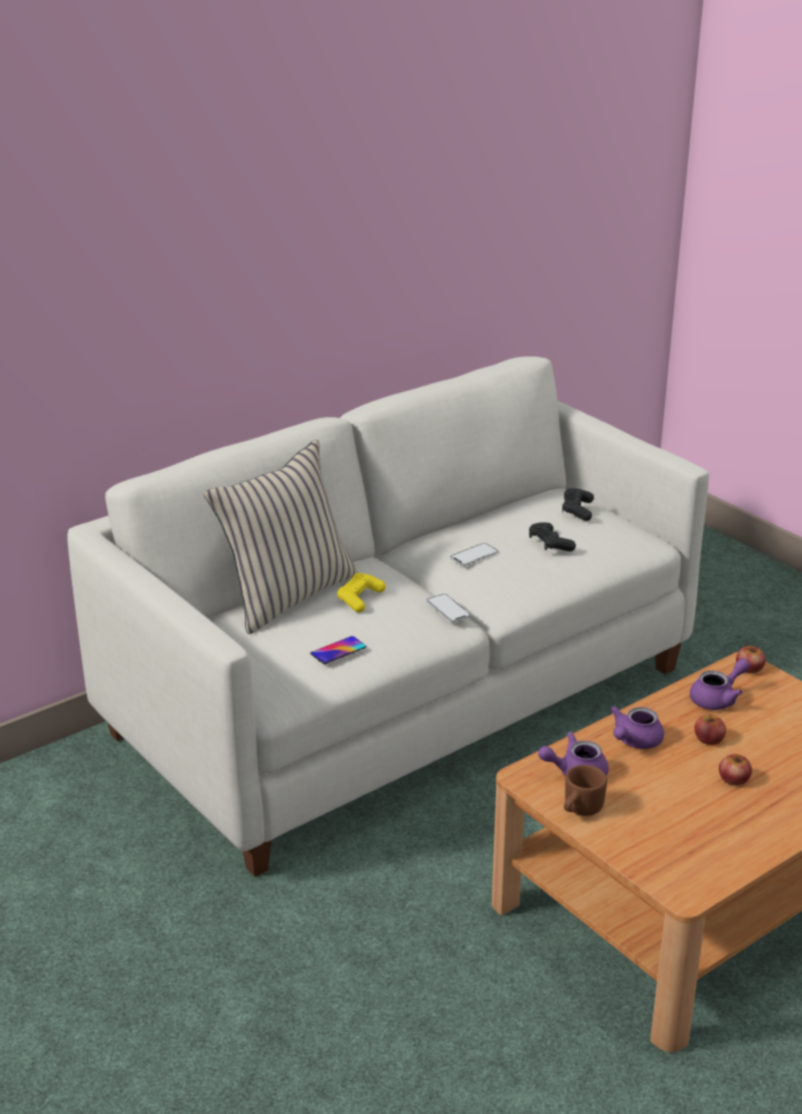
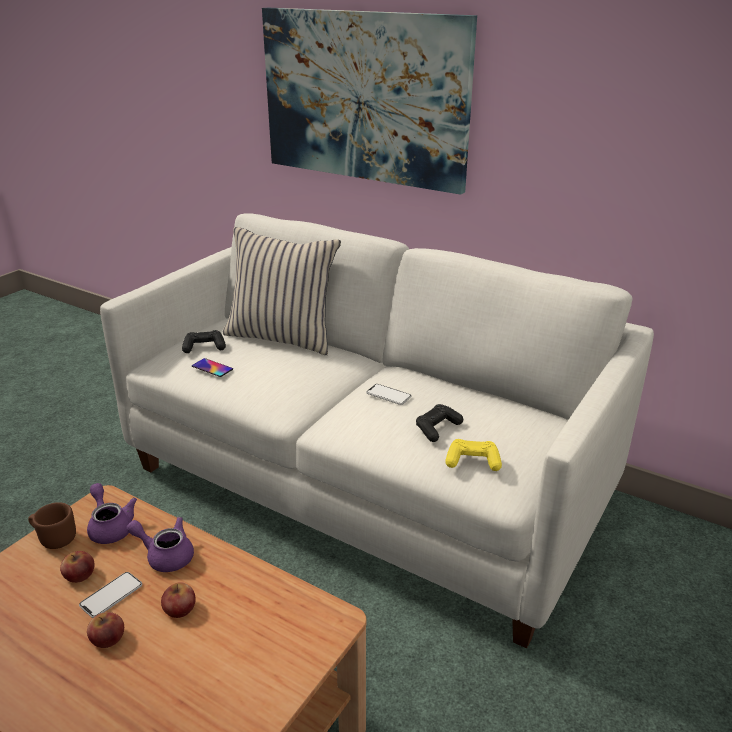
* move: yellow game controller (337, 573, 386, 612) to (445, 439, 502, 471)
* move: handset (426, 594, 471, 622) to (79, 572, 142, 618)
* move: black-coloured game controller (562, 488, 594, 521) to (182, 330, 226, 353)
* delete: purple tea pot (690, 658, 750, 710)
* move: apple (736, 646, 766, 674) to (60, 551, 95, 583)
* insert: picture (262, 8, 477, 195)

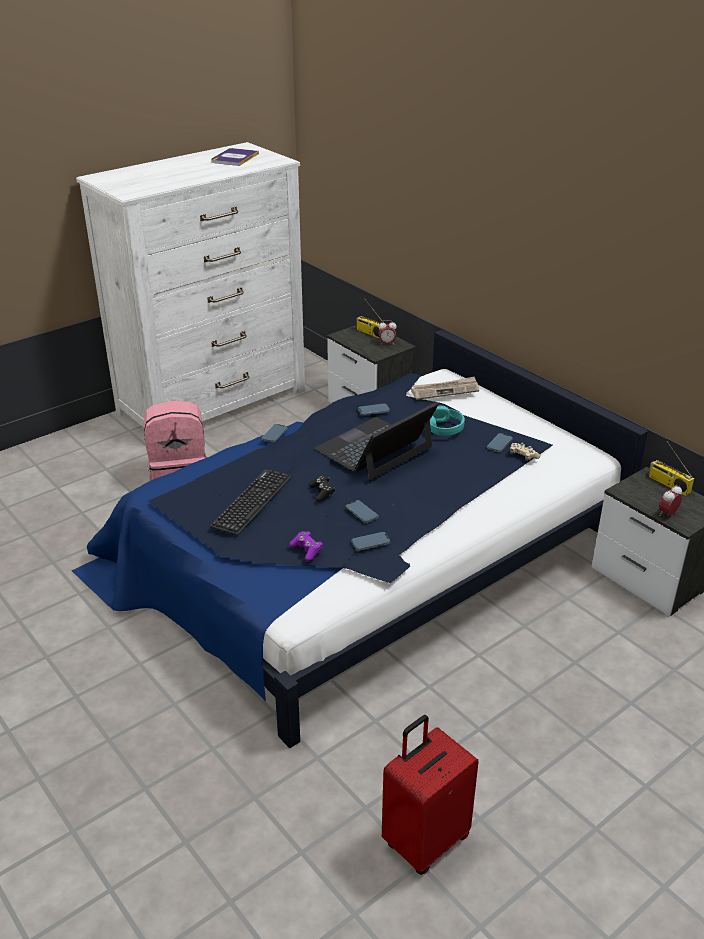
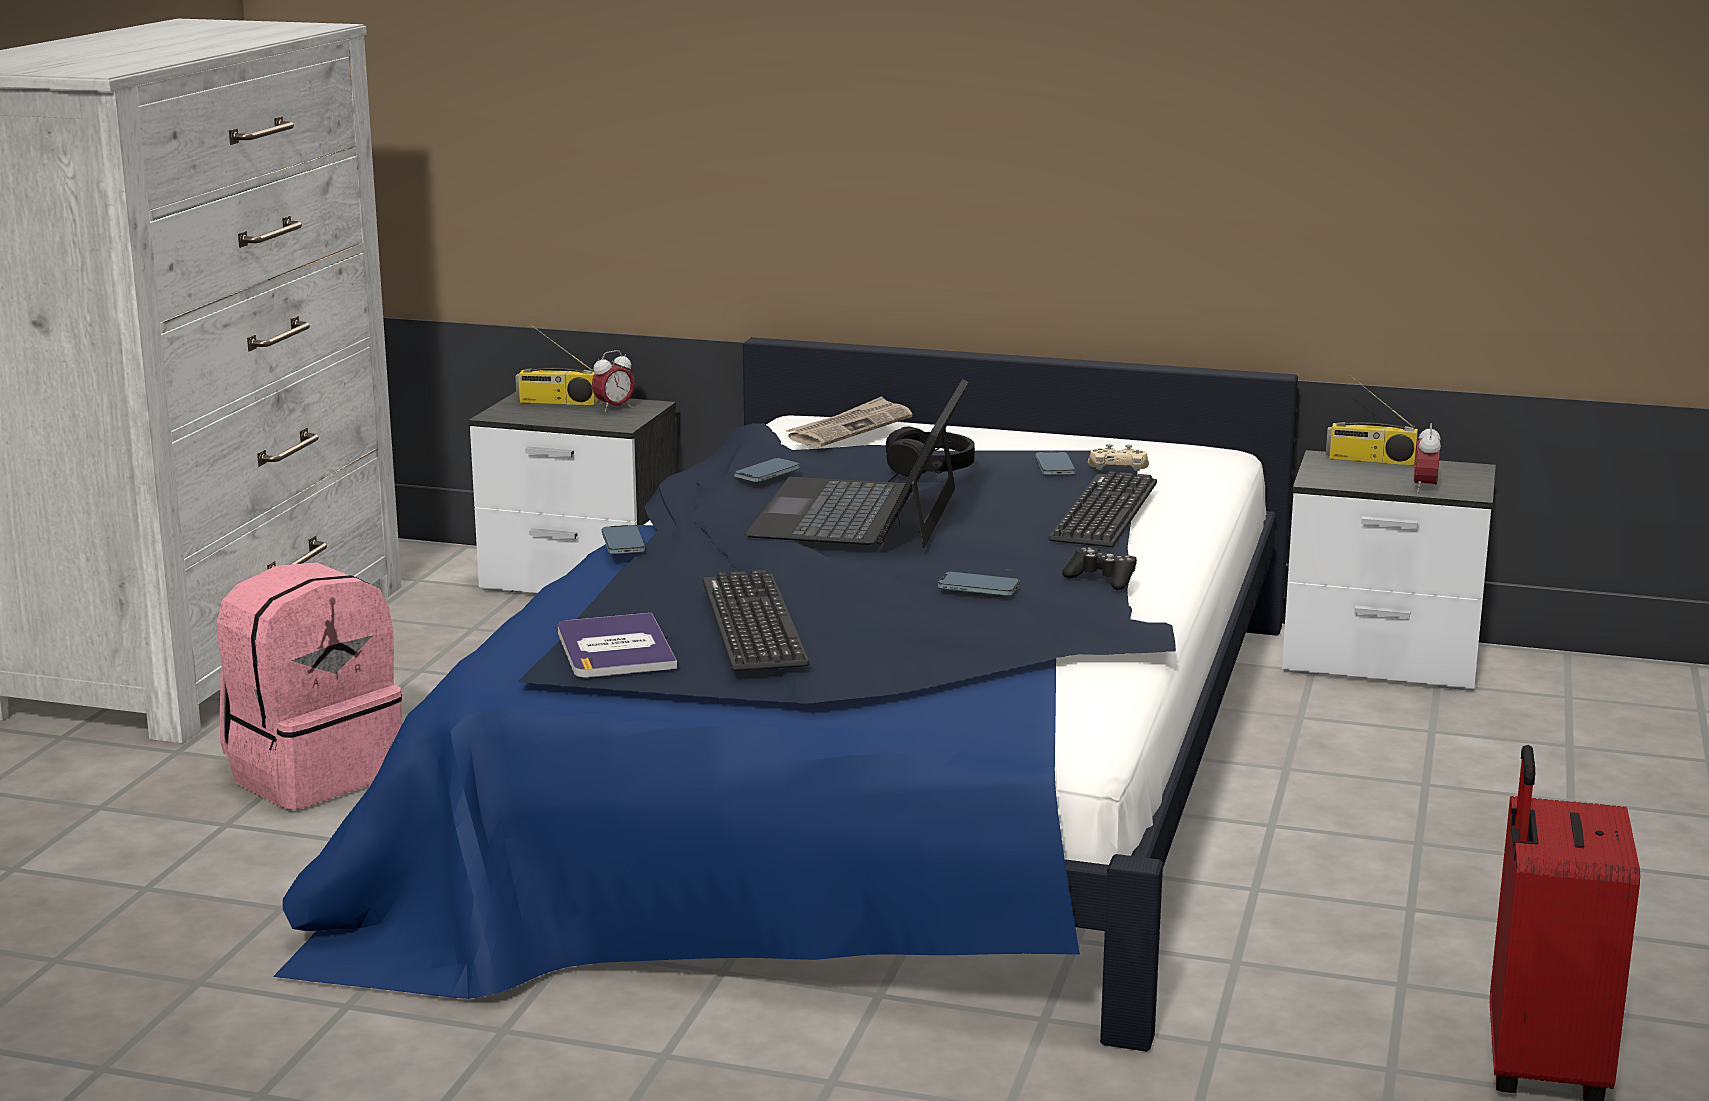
* move: book (211, 148, 259, 166) to (558, 612, 677, 678)
* delete: purple game controller (289, 531, 323, 561)
* move: black-coloured game controller (309, 475, 335, 502) to (1062, 547, 1137, 590)
* delete: handset (351, 532, 391, 551)
* recolor: turquoise-coloured headphones (430, 406, 465, 436) to black-coloured headphones (886, 427, 975, 477)
* insert: computer keyboard (1049, 471, 1157, 547)

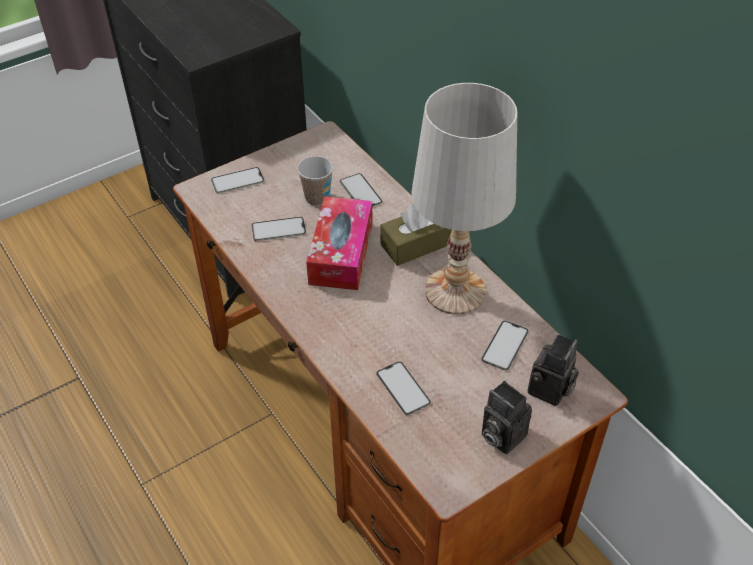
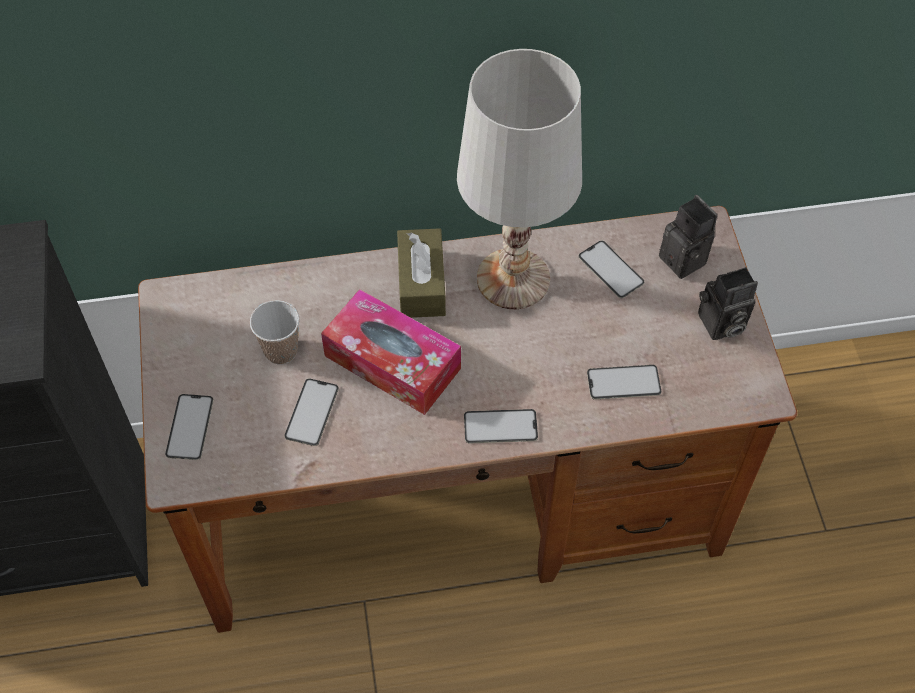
* move: handset (340, 173, 383, 207) to (464, 409, 538, 444)

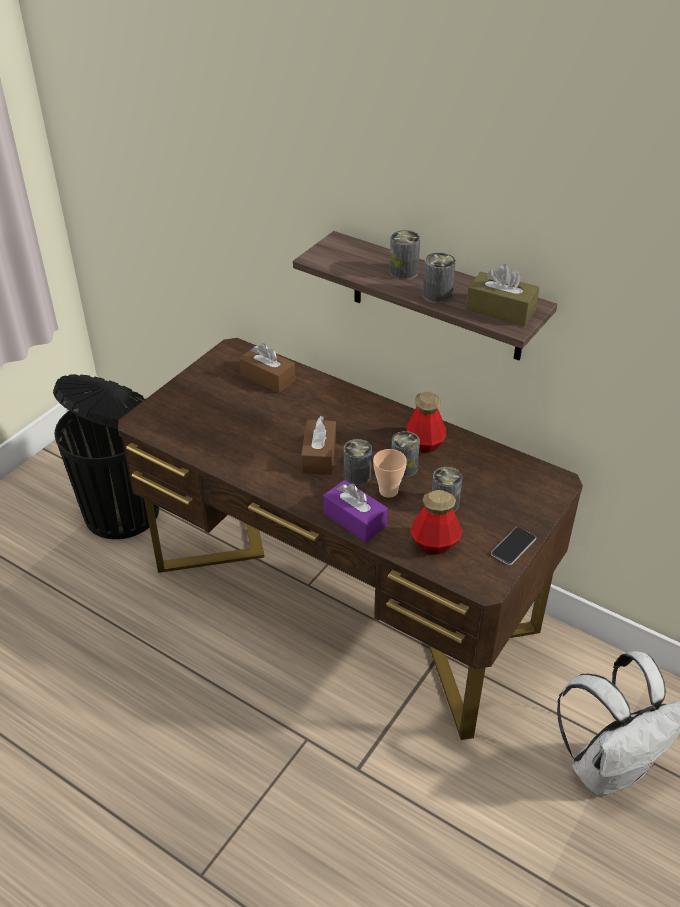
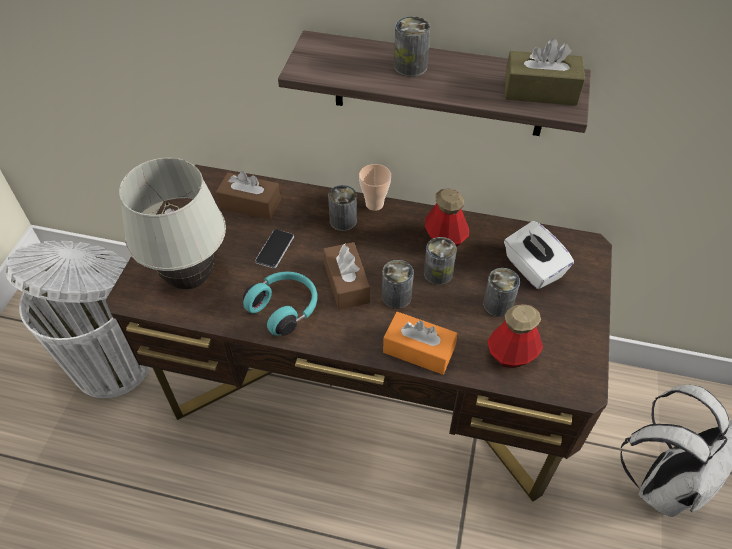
* recolor: black-coloured trash can (53, 374, 159, 539) to white-coloured trash can (6, 241, 150, 399)
* recolor: purple box of tissues (323, 480, 388, 542) to orange-coloured box of tissues (383, 312, 458, 375)
* move: small cup (373, 449, 407, 498) to (359, 164, 391, 211)
* move: can (423, 252, 456, 304) to (328, 185, 357, 231)
* move: handset (491, 527, 536, 565) to (255, 229, 294, 269)
* insert: white-coloured lamp for a table (119, 158, 226, 289)
* insert: turquoise-coloured headphones (243, 271, 317, 336)
* insert: white-coloured box of tissues (504, 221, 574, 289)

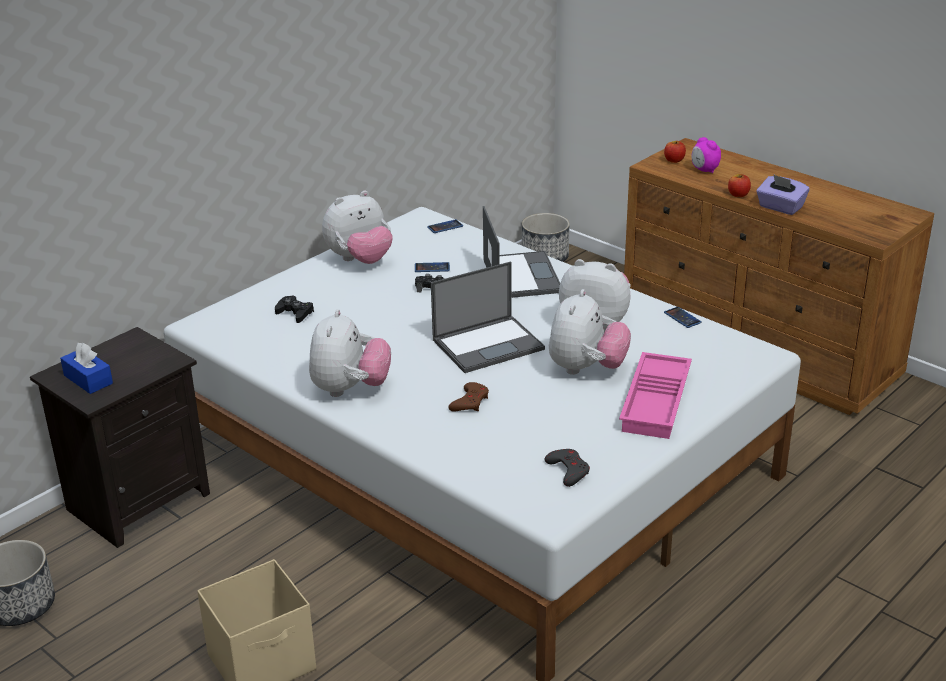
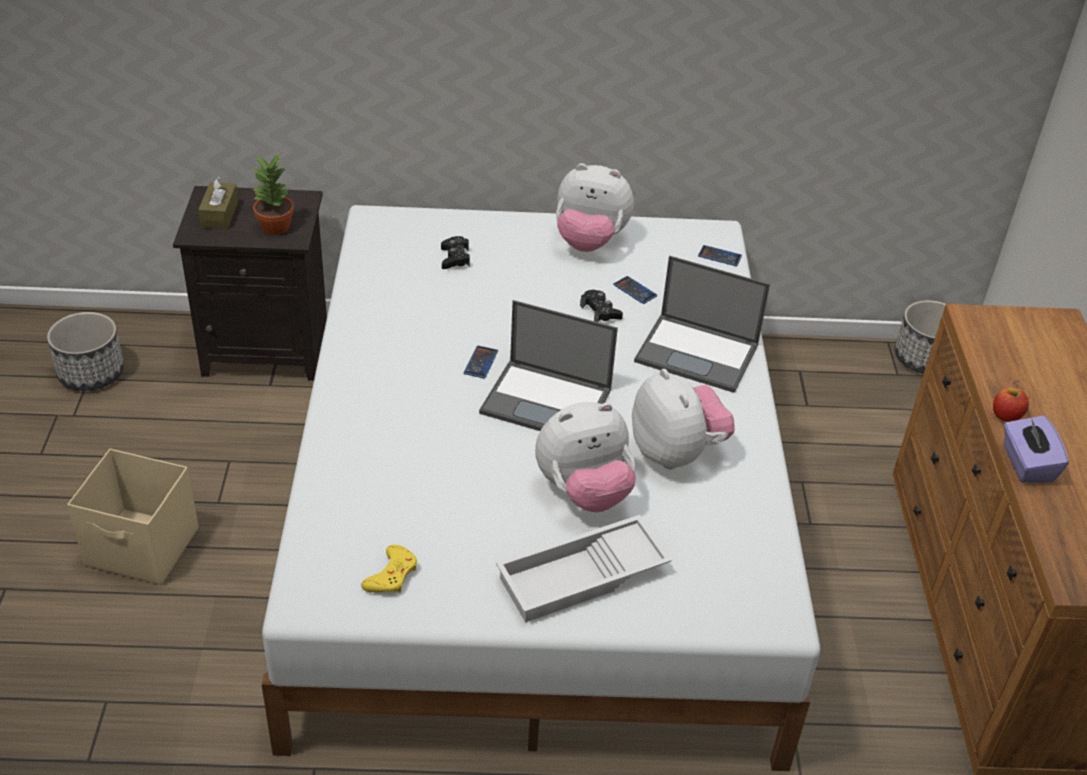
* recolor: blue box of tissues (60, 342, 113, 394) to brownish box of tissues (198, 176, 238, 230)
* delete: soft toy (309, 309, 391, 397)
* delete: brownish game controller (448, 382, 489, 412)
* rotate: laptop (483, 206, 560, 298) = (634, 256, 770, 393) 75 degrees clockwise
* recolor: greyish game controller (544, 449, 590, 487) to yellow game controller (361, 545, 417, 593)
* recolor: pink tray (619, 352, 692, 439) to white-coloured tray (496, 515, 672, 622)
* delete: apple (664, 141, 686, 163)
* move: handset (664, 307, 702, 328) to (464, 346, 498, 378)
* delete: table clock (692, 137, 721, 173)
* insert: houseplant (251, 154, 294, 235)

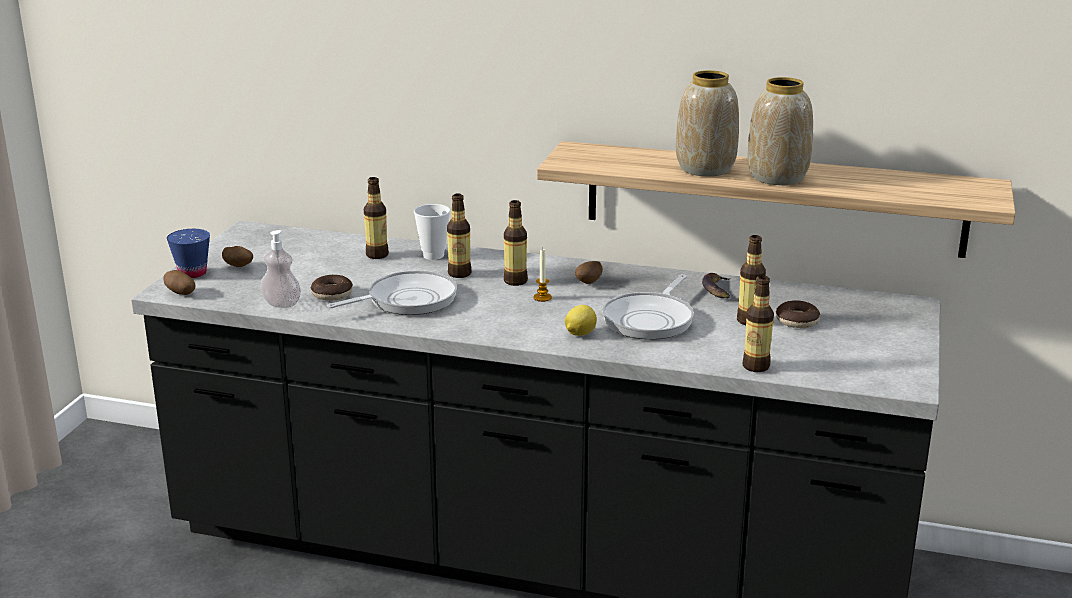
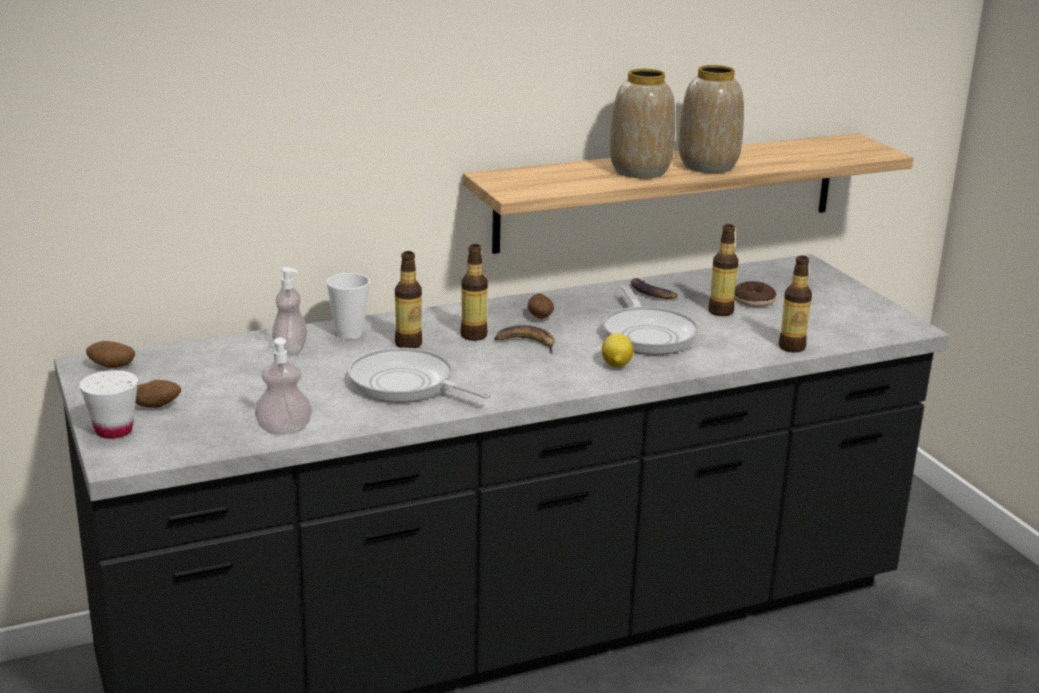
* move: whole potato (163, 270, 196, 295) to (86, 341, 135, 368)
* recolor: blue small cup (167, 229, 210, 278) to white-coloured small cup (79, 370, 138, 439)
* delete: doughnut (311, 275, 353, 300)
* rotate: frying pan (327, 270, 457, 315) = (348, 348, 491, 403) 75 degrees counterclockwise
* replace: bottle (364, 177, 389, 259) to soap bottle (272, 267, 307, 356)
* replace: candle (534, 248, 552, 302) to whole banana (494, 325, 555, 353)

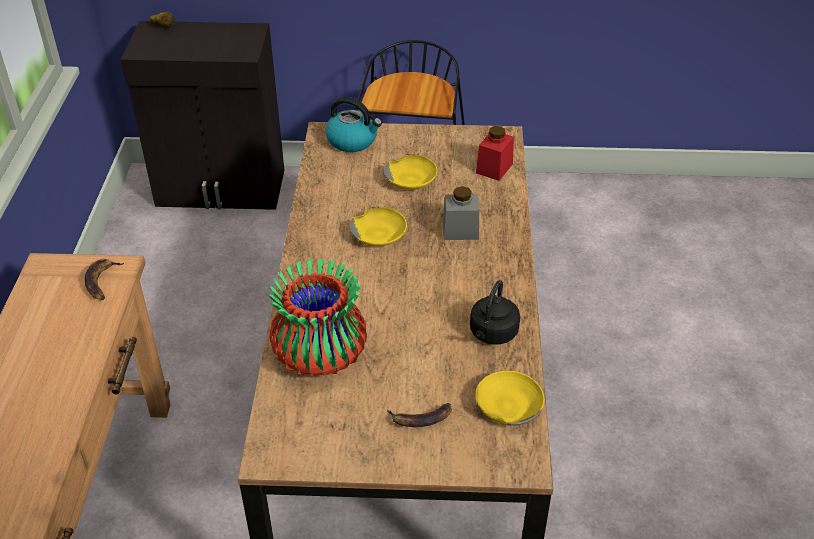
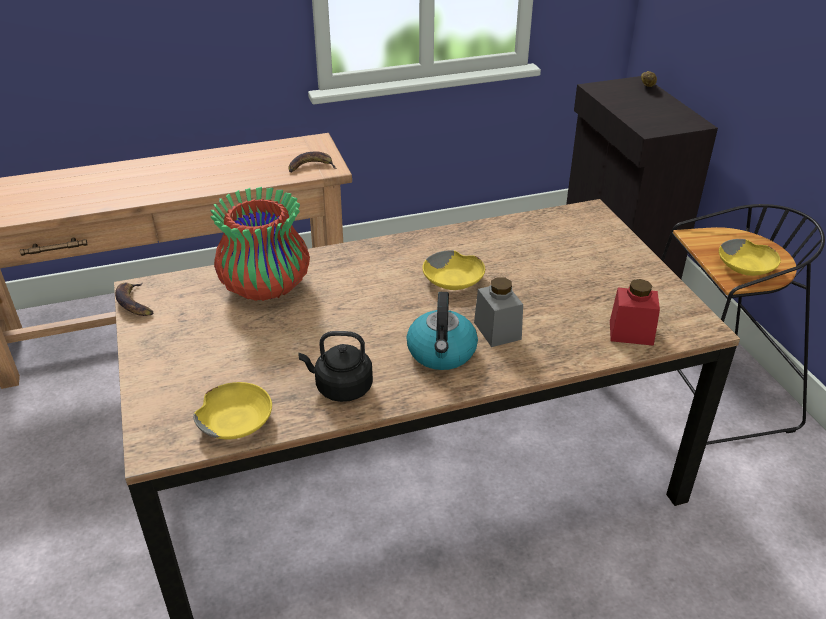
* move: kettle (325, 97, 382, 152) to (406, 292, 478, 370)
* move: yellow serving bowl (384, 154, 437, 190) to (719, 239, 781, 276)
* move: whole banana (387, 403, 452, 427) to (115, 283, 153, 316)

